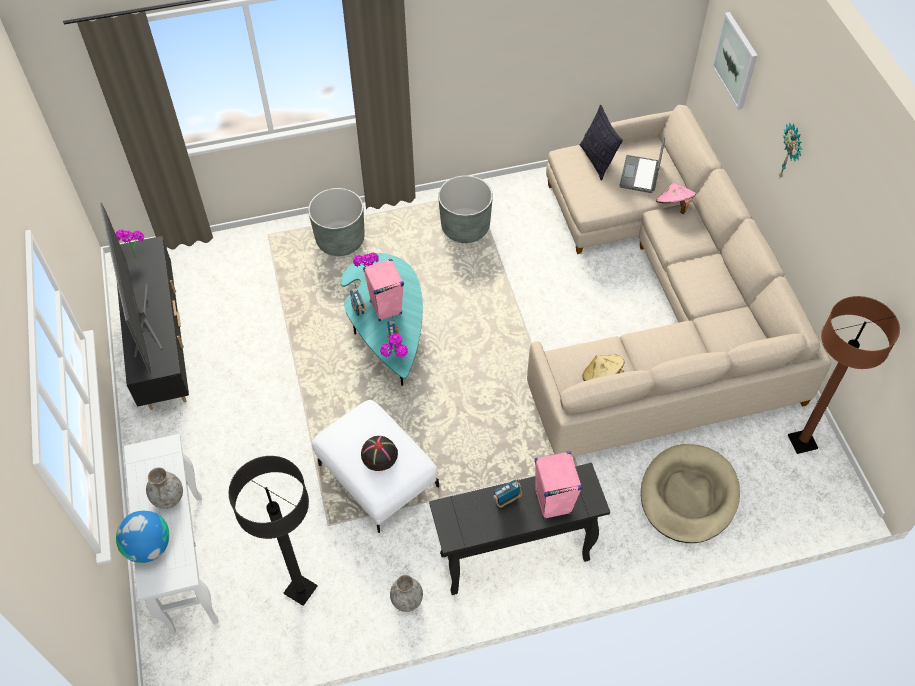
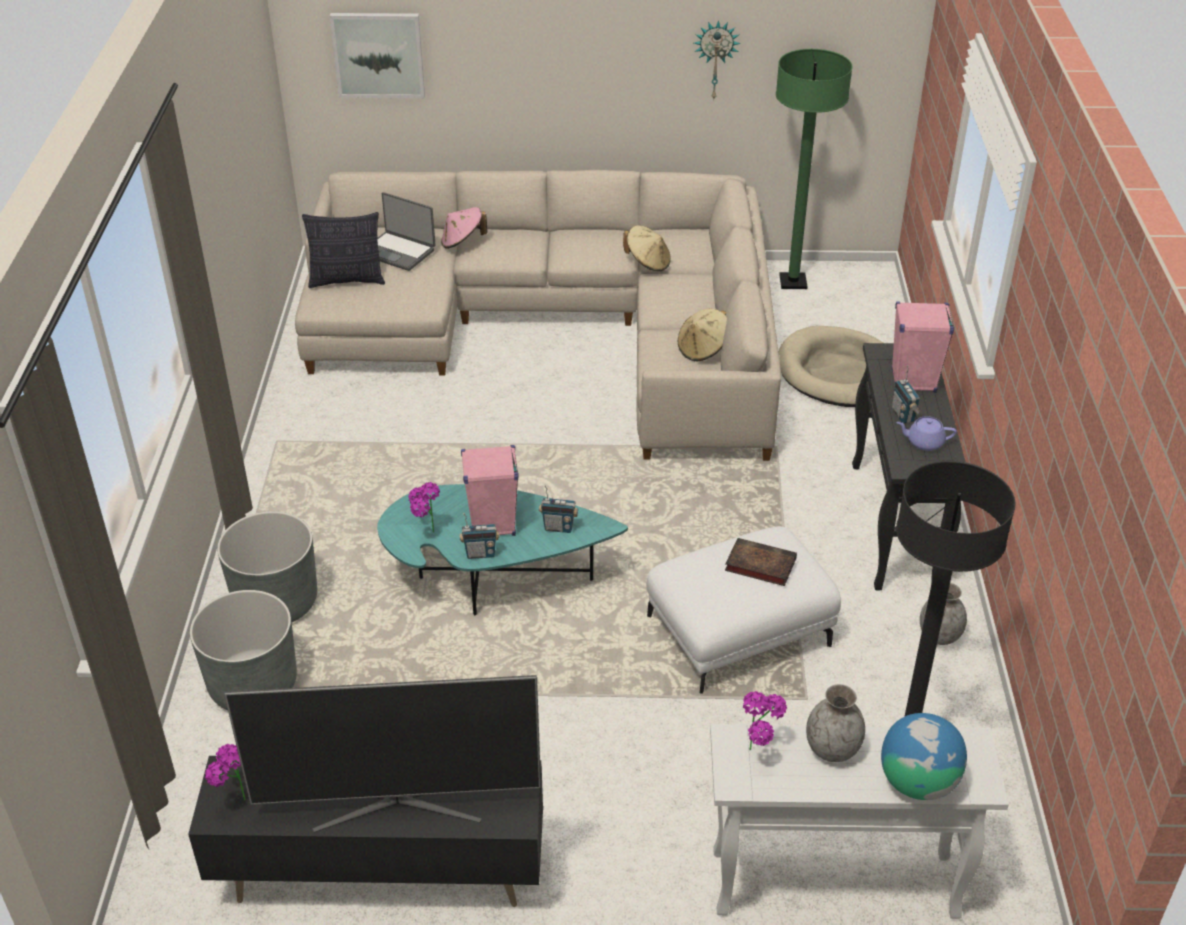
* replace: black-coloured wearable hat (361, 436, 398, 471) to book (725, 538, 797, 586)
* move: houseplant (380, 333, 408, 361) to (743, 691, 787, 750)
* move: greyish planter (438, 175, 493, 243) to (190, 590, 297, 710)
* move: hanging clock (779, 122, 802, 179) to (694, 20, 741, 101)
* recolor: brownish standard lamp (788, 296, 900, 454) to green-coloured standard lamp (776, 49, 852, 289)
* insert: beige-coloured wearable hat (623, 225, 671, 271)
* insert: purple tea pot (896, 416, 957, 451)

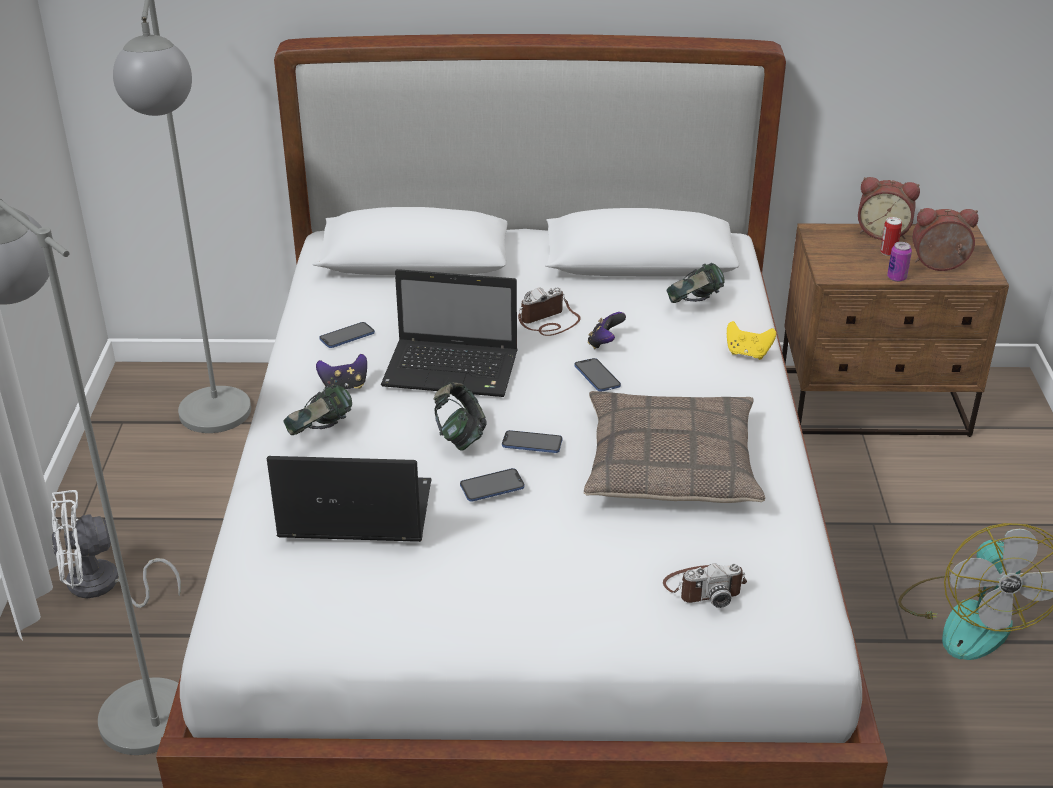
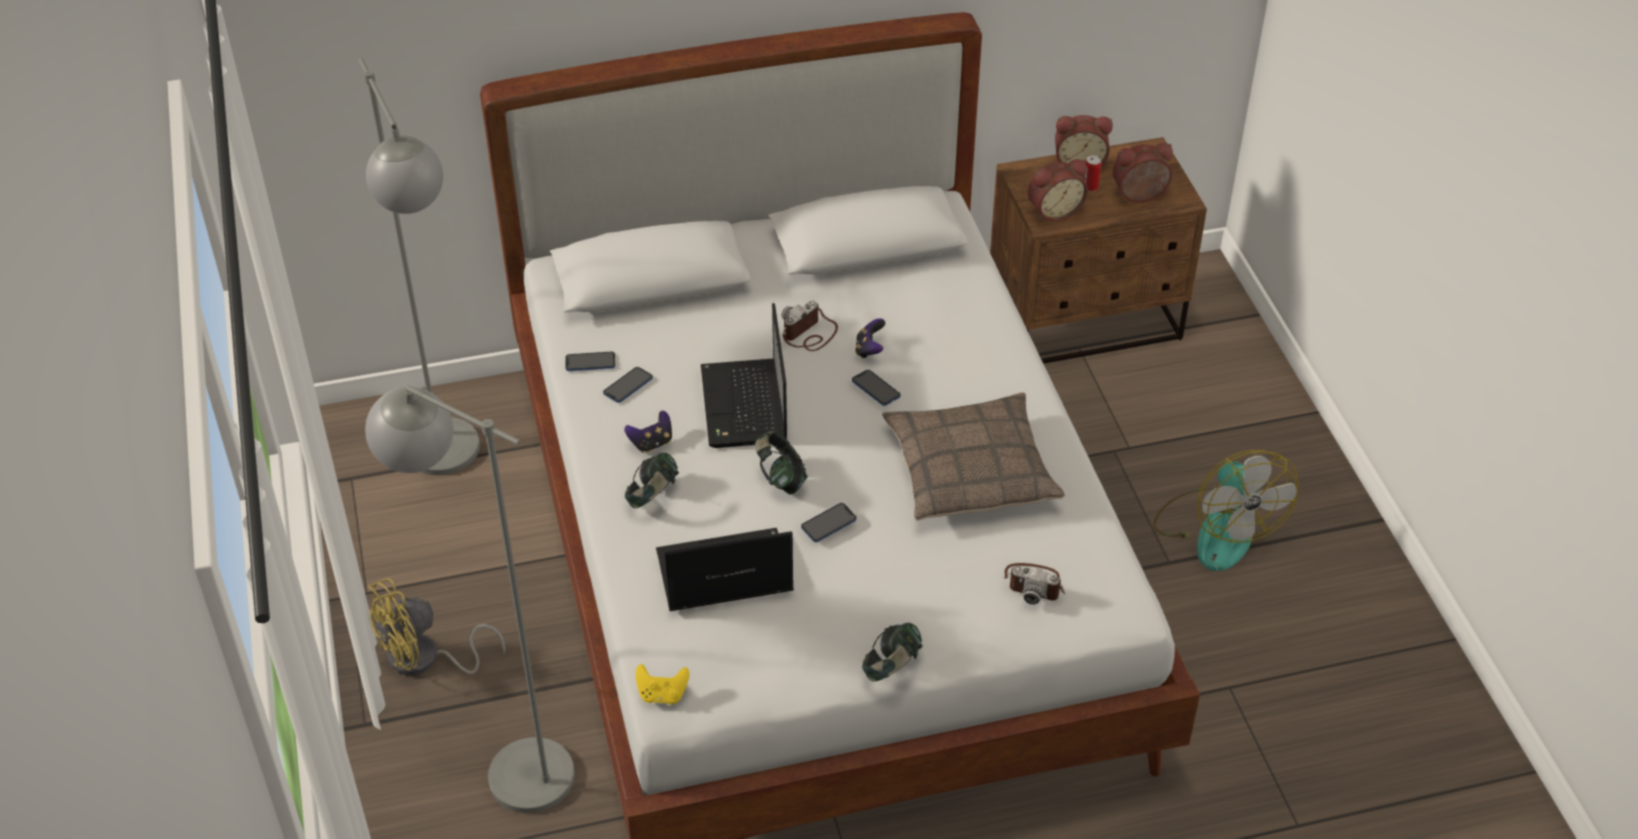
* recolor: white-coloured cooling fan (51, 490, 181, 608) to yellow cooling fan (368, 578, 505, 676)
* rotate: laptop (381, 269, 518, 397) = (701, 303, 787, 448) 90 degrees clockwise
* move: handset (502, 430, 563, 453) to (565, 351, 615, 371)
* rotate: still camera (663, 563, 747, 608) = (1004, 563, 1065, 605) 45 degrees clockwise
* move: headphones (667, 263, 725, 303) to (862, 623, 923, 682)
* move: yellow game controller (727, 321, 776, 360) to (635, 664, 689, 704)
* delete: can (887, 242, 912, 282)
* insert: table clock (1028, 159, 1088, 222)

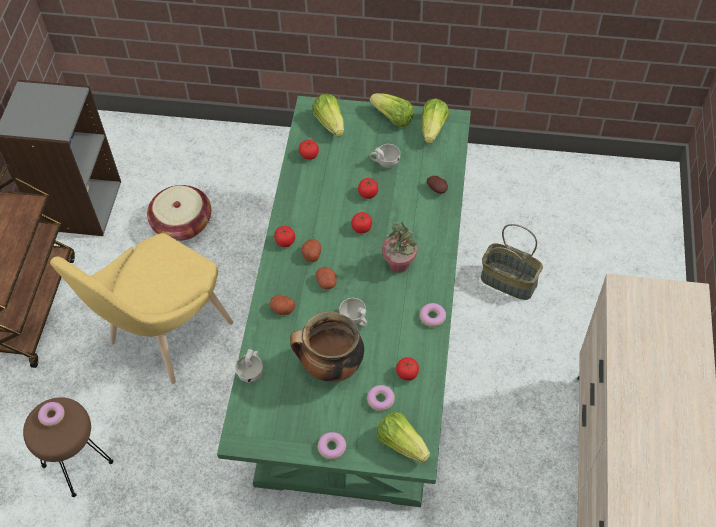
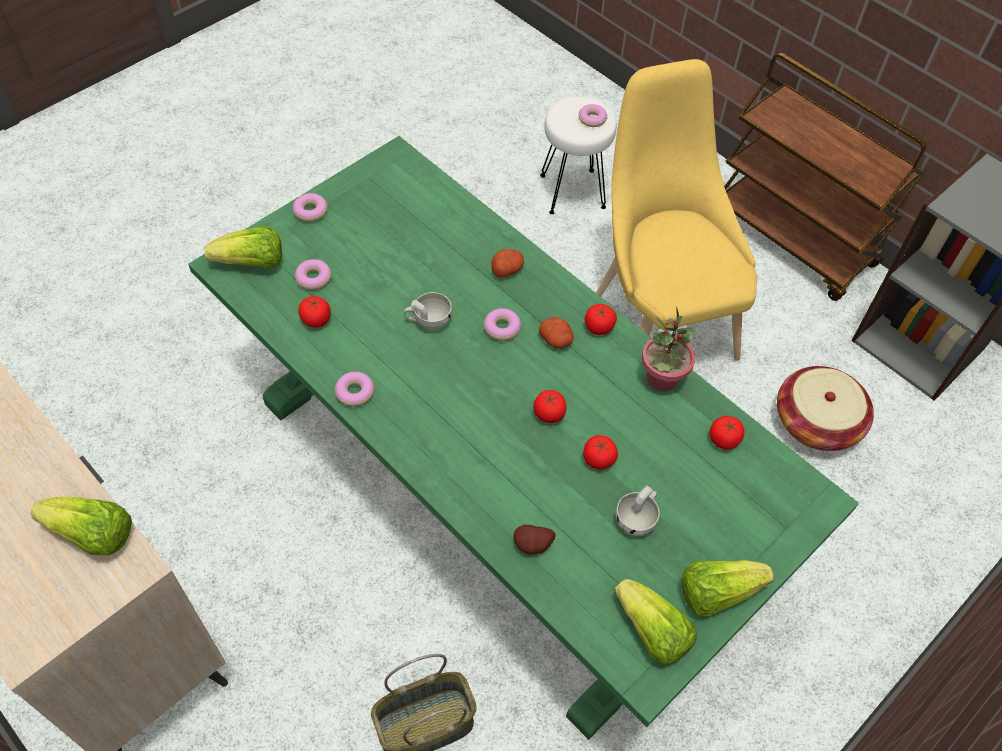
* recolor: brownish stool seat (23, 397, 113, 497) to white-coloured stool seat (540, 96, 617, 214)
* delete: white-coloured small cup (235, 349, 263, 383)
* delete: stockpot (290, 311, 364, 382)
* move: lettuce head (313, 94, 344, 137) to (30, 497, 132, 555)
* replace: whole potato (316, 267, 337, 289) to doughnut (484, 308, 521, 341)
* move: houseplant (382, 221, 417, 273) to (642, 306, 696, 391)

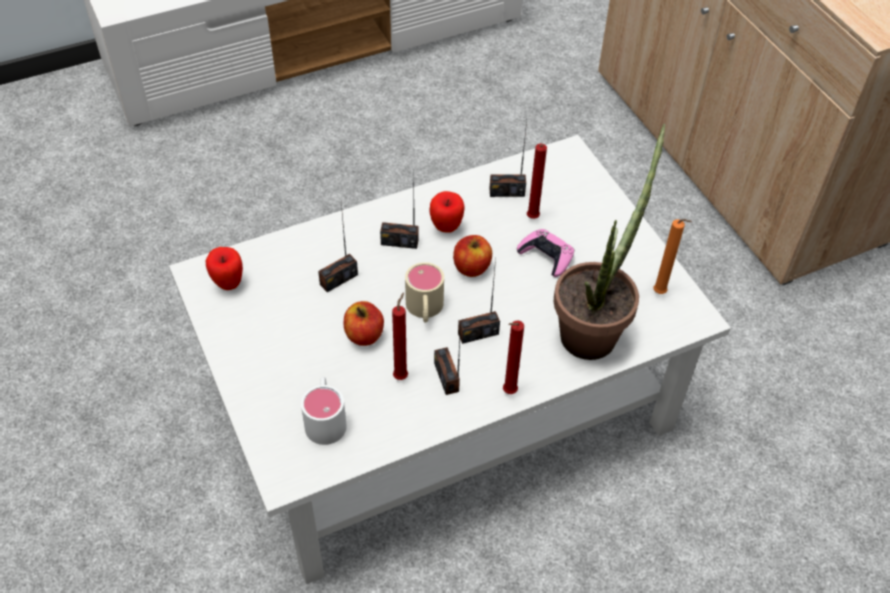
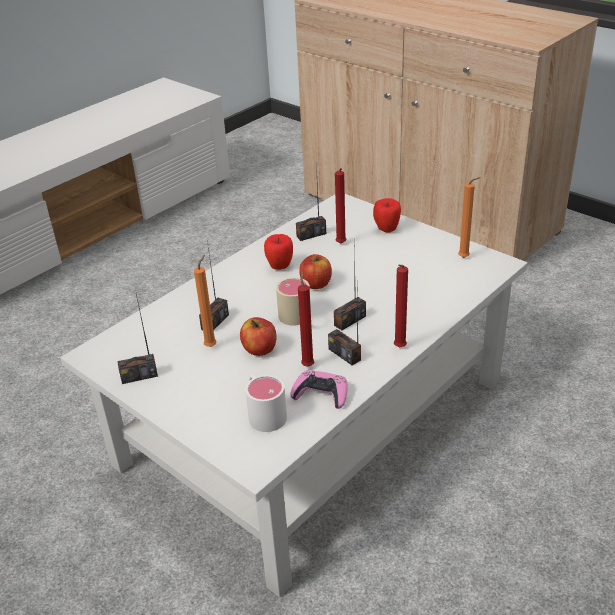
* move: apple (206, 247, 243, 290) to (373, 198, 401, 233)
* move: radio set (380, 169, 419, 249) to (117, 294, 158, 384)
* move: pink game controller (517, 229, 574, 277) to (290, 370, 347, 409)
* delete: houseplant (554, 124, 665, 360)
* insert: orange-coloured candle (194, 255, 216, 347)

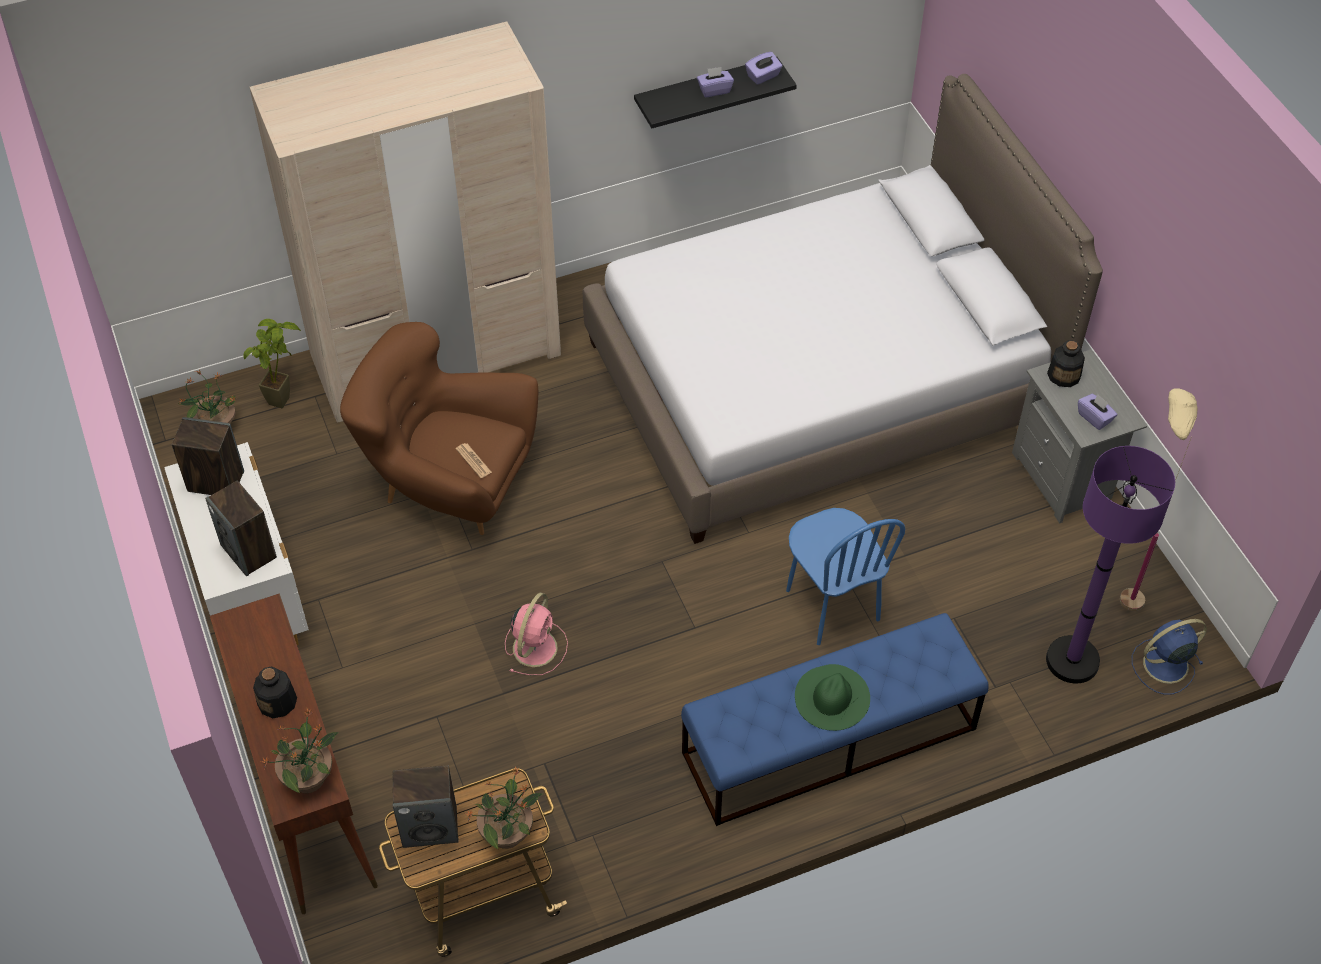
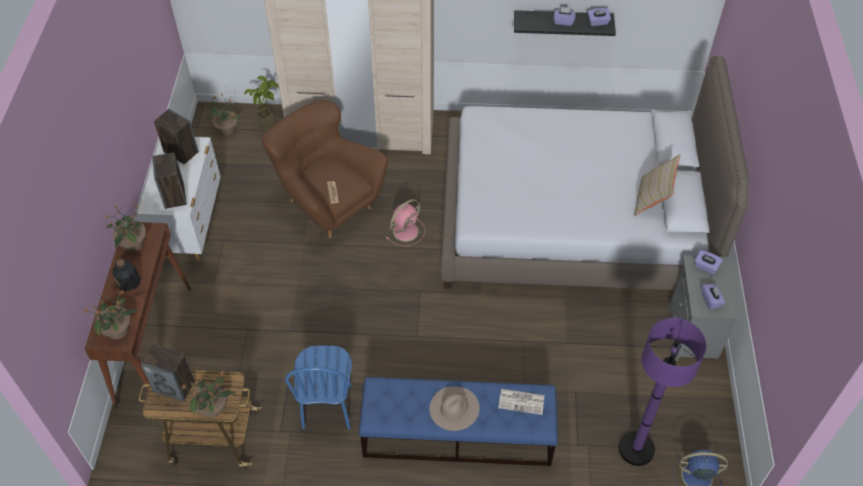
* move: pink cooling fan (505, 593, 568, 675) to (386, 199, 425, 246)
* move: blue upright chair (786, 508, 905, 645) to (285, 345, 352, 429)
* recolor: green-coloured wearable hat (795, 664, 870, 731) to beige-coloured wearable hat (429, 386, 480, 431)
* replace: bottle (1047, 340, 1085, 387) to purple box of tissues (695, 250, 722, 274)
* delete: beige-coloured standard lamp (1120, 388, 1198, 611)
* insert: houseplant (104, 205, 146, 252)
* insert: daily paper (498, 389, 544, 415)
* insert: beige-coloured throw pillow (634, 154, 680, 216)

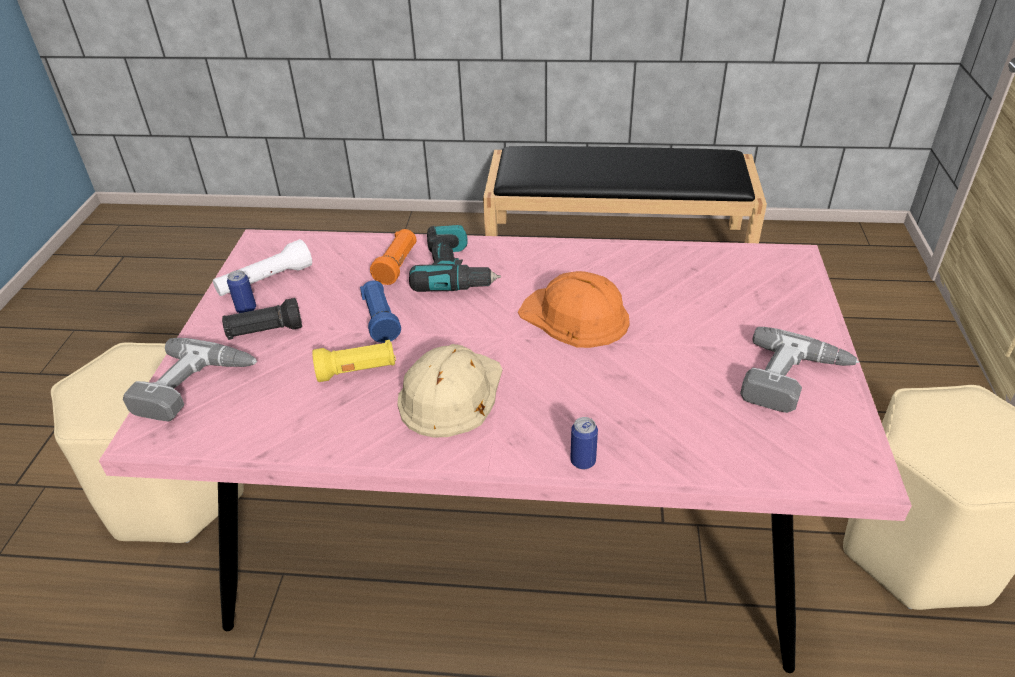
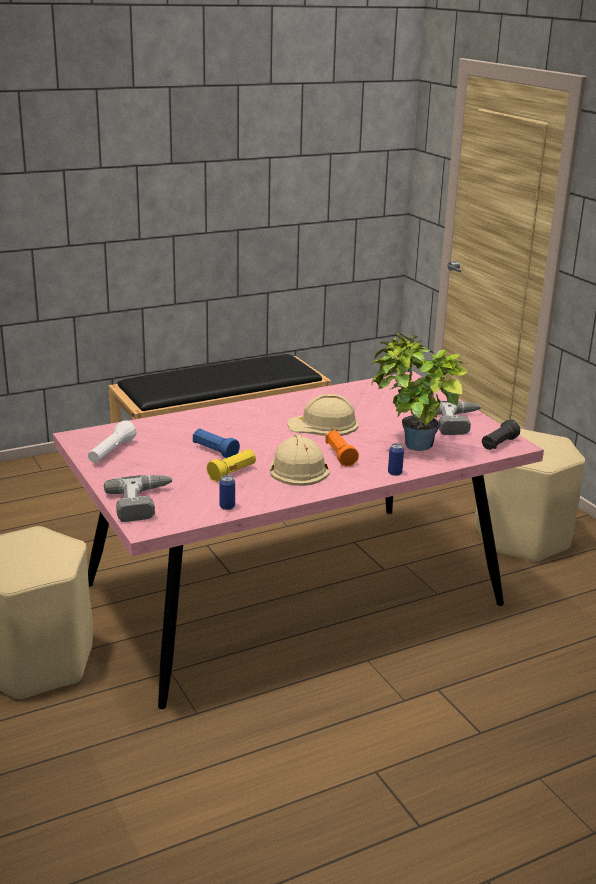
* move: black-coloured torch (222, 298, 302, 340) to (482, 419, 520, 450)
* move: can (227, 270, 256, 313) to (219, 475, 235, 510)
* move: orange-coloured torch (370, 229, 417, 285) to (325, 431, 359, 466)
* delete: electric drill (409, 225, 501, 292)
* recolor: orange-coloured hard hat (518, 271, 630, 348) to beige-coloured hard hat (287, 394, 359, 436)
* insert: houseplant (371, 333, 467, 451)

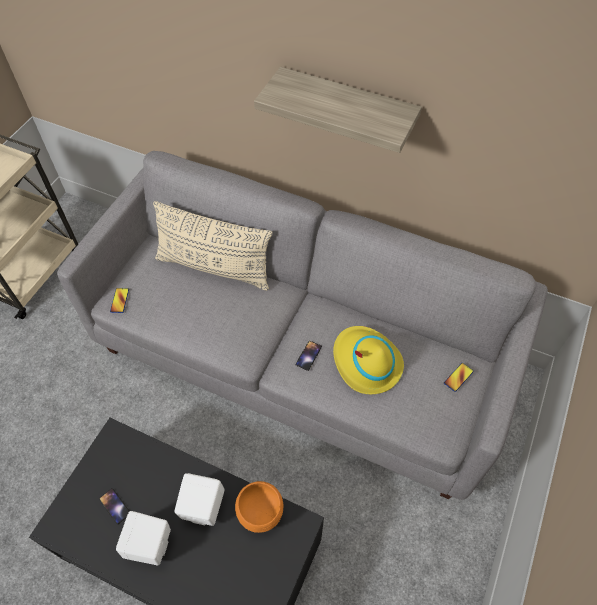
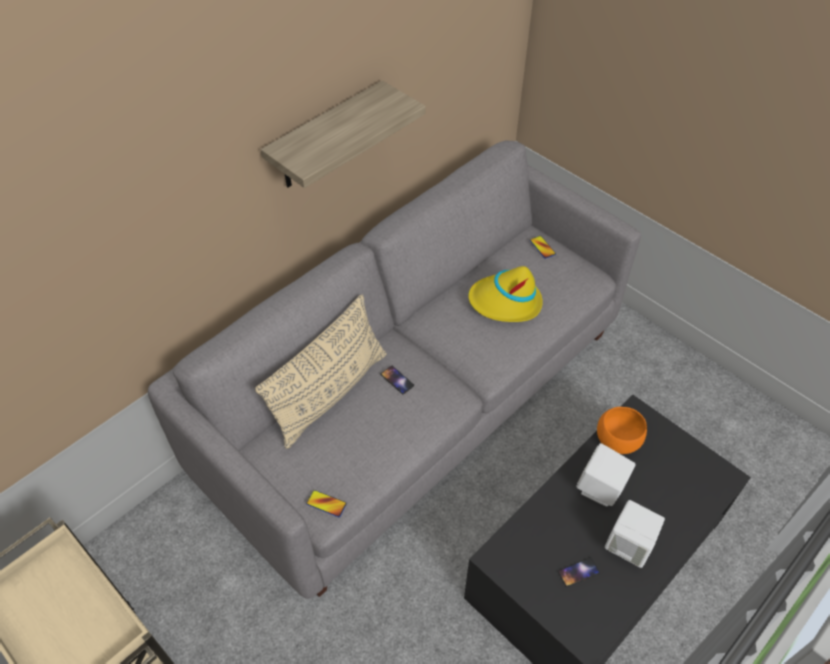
* move: handset (296, 341, 322, 371) to (380, 366, 414, 394)

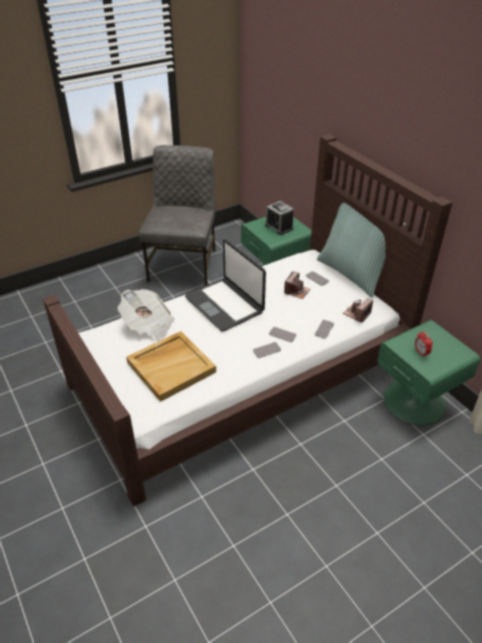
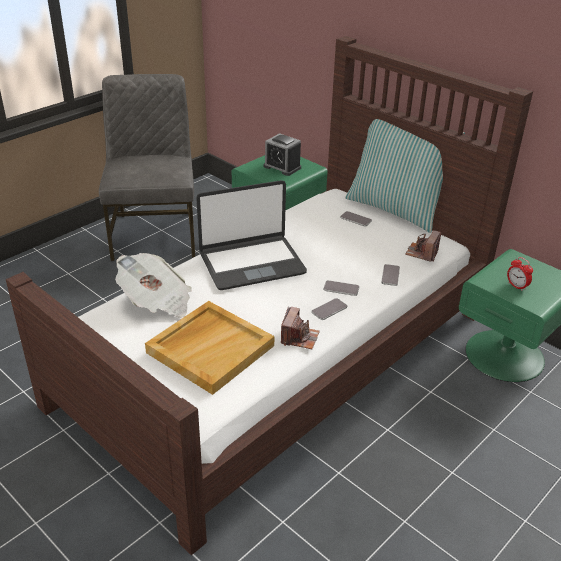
* rotate: laptop (185, 239, 266, 331) = (196, 180, 307, 290) 60 degrees counterclockwise
* move: still camera (284, 271, 311, 299) to (281, 306, 320, 349)

